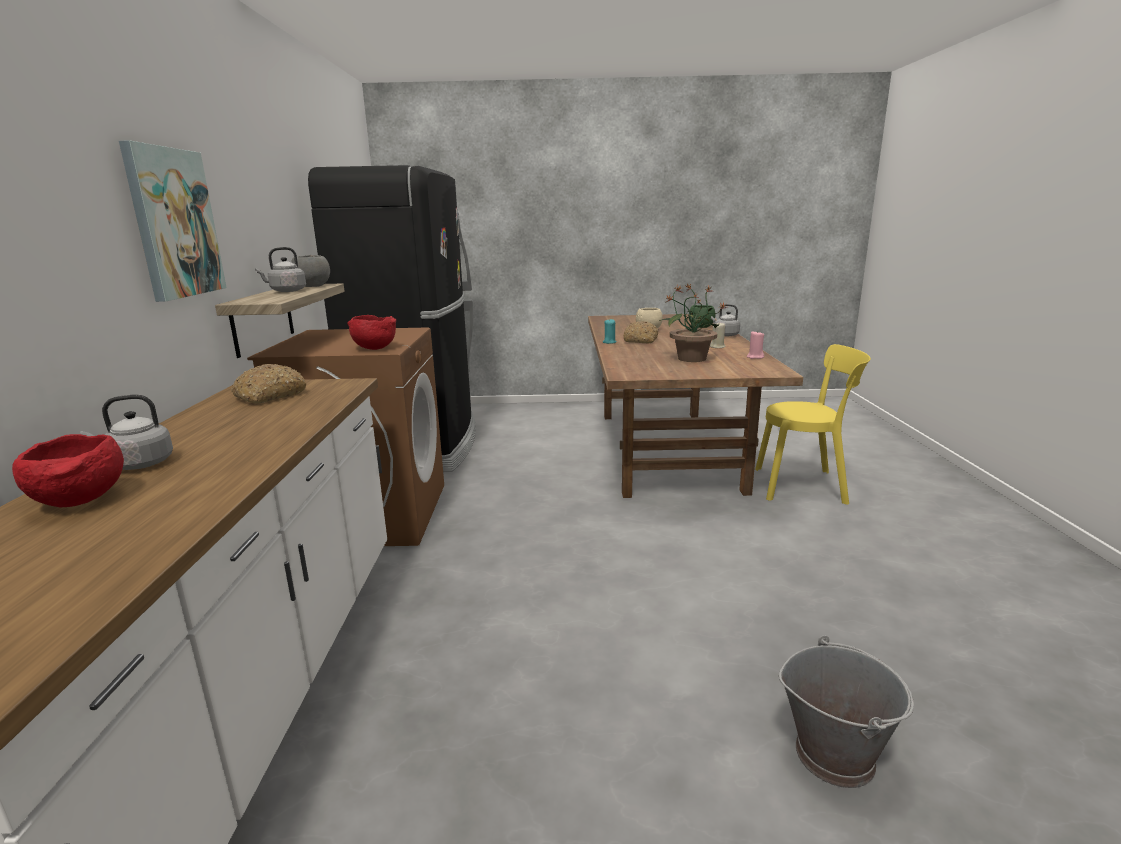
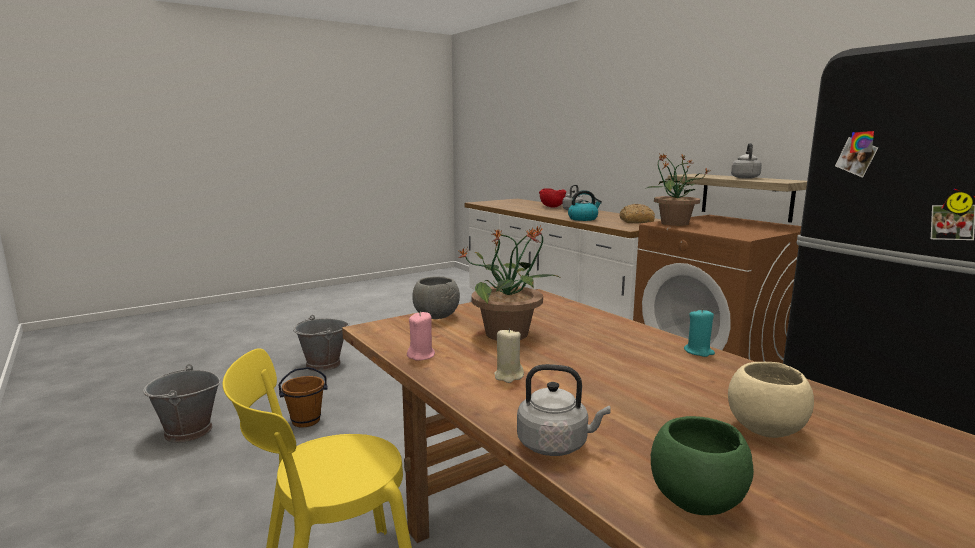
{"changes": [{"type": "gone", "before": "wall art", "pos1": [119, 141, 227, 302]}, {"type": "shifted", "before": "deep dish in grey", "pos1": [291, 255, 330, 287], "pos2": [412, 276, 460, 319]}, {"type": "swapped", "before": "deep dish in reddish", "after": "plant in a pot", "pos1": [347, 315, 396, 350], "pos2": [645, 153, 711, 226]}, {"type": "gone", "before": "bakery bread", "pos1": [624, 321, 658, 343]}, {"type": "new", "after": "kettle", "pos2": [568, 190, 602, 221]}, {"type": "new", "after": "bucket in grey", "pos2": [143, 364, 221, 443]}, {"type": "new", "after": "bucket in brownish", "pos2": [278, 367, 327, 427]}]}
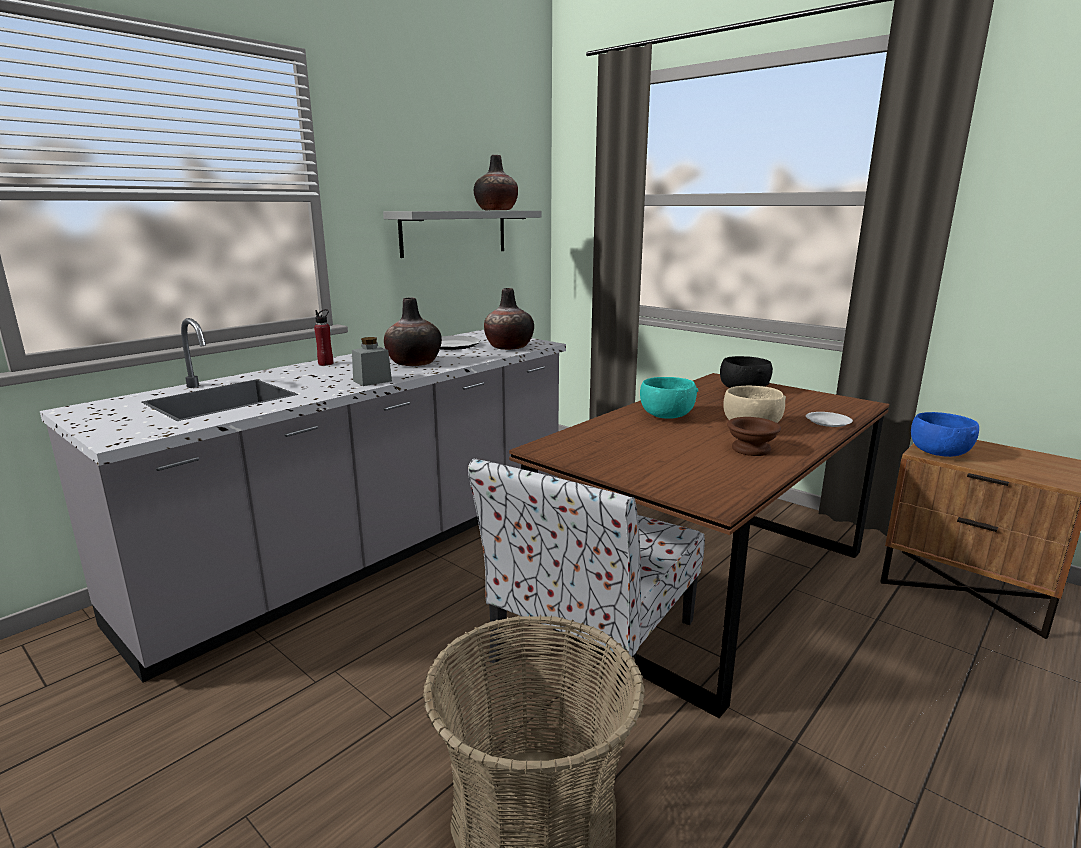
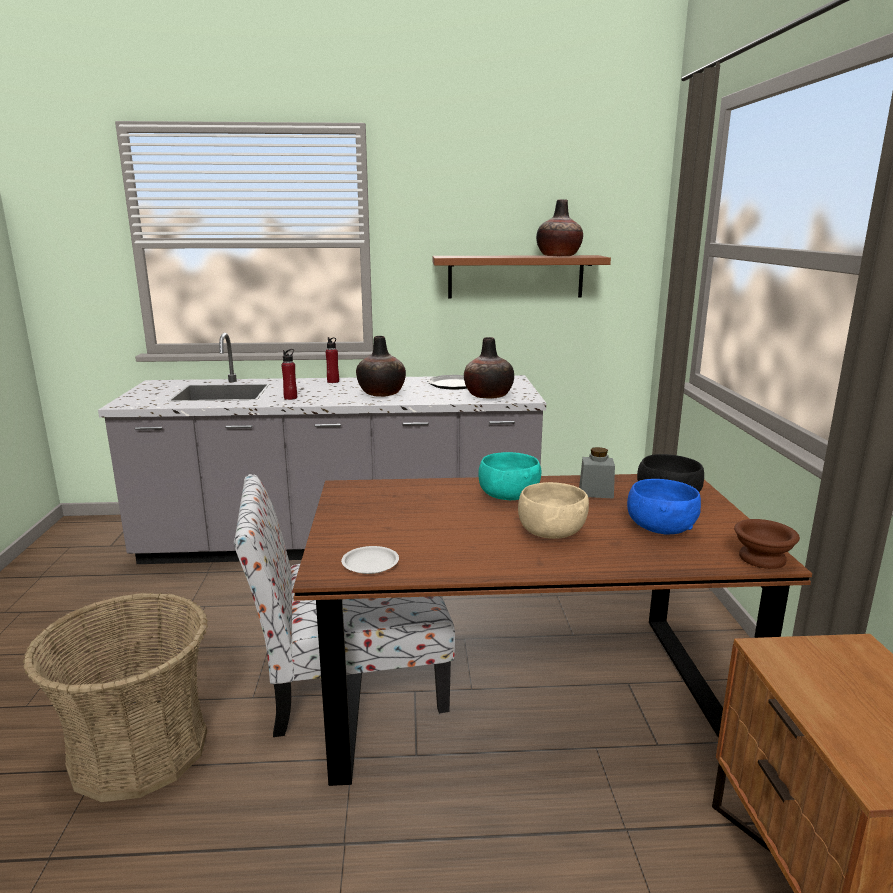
{"changes": [{"type": "repainted", "before": "shelf in grey", "after": "shelf in brownish", "pos1": [383, 211, 541, 258], "pos2": [433, 255, 611, 298]}, {"type": "shifted", "before": "jar in grey", "pos1": [352, 337, 392, 386], "pos2": [579, 447, 615, 499]}, {"type": "shifted", "before": "plate in white", "pos1": [806, 412, 853, 427], "pos2": [341, 546, 399, 574]}, {"type": "shifted", "before": "deep dish in blue-coloured", "pos1": [911, 412, 979, 457], "pos2": [627, 479, 701, 535]}, {"type": "shifted", "before": "deep dish in brownish", "pos1": [727, 417, 781, 456], "pos2": [734, 519, 800, 569]}, {"type": "new", "after": "drink bottle in reddish", "pos2": [281, 349, 297, 400]}]}
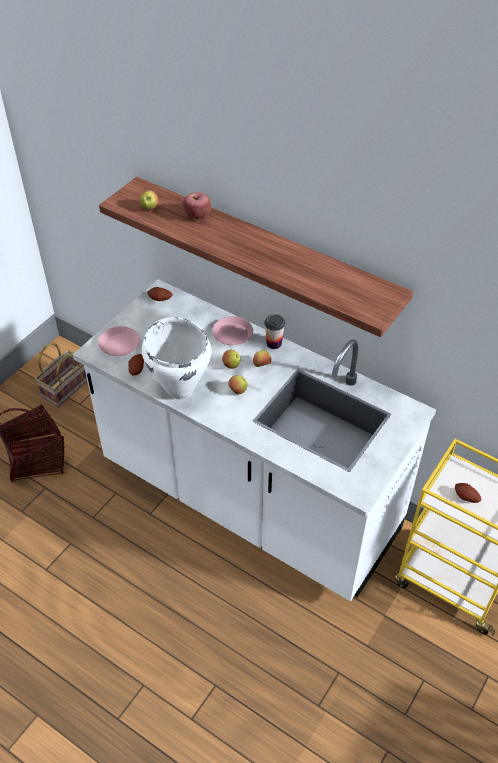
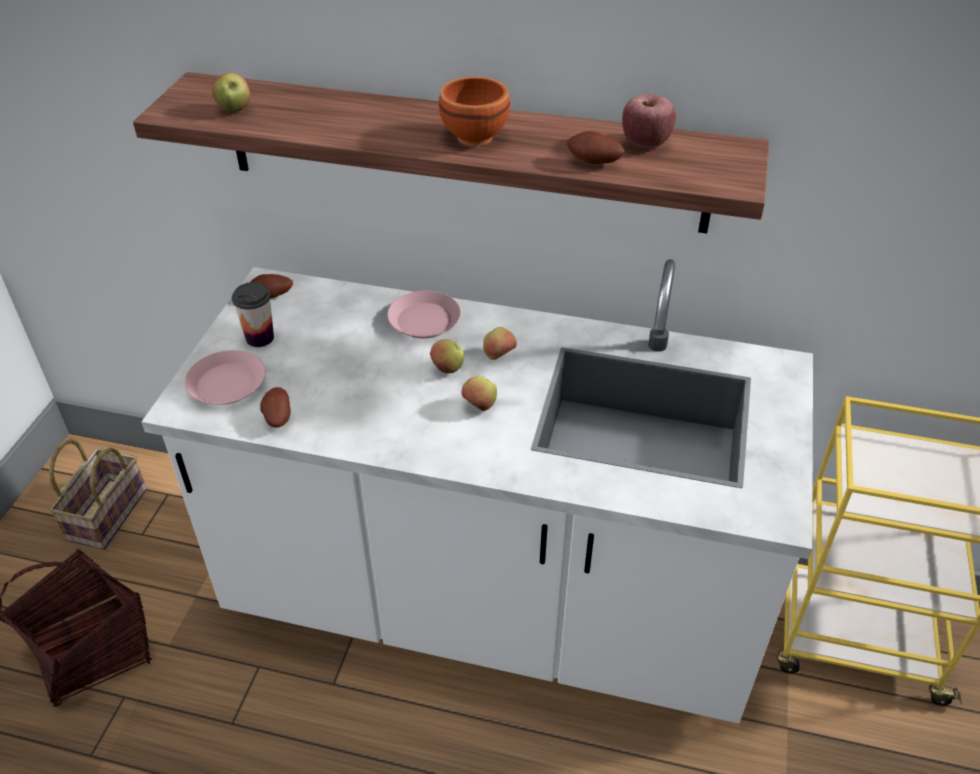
{"changes": [{"type": "shifted", "before": "apple", "pos1": [183, 192, 211, 219], "pos2": [622, 94, 676, 148]}, {"type": "shifted", "before": "drinking cup", "pos1": [264, 314, 285, 349], "pos2": [232, 282, 274, 347]}, {"type": "gone", "before": "stockpot in white", "pos1": [142, 317, 212, 400]}, {"type": "shifted", "before": "spud", "pos1": [455, 483, 482, 503], "pos2": [567, 131, 625, 164]}, {"type": "new", "after": "deep dish in brownish", "pos2": [439, 77, 511, 146]}]}
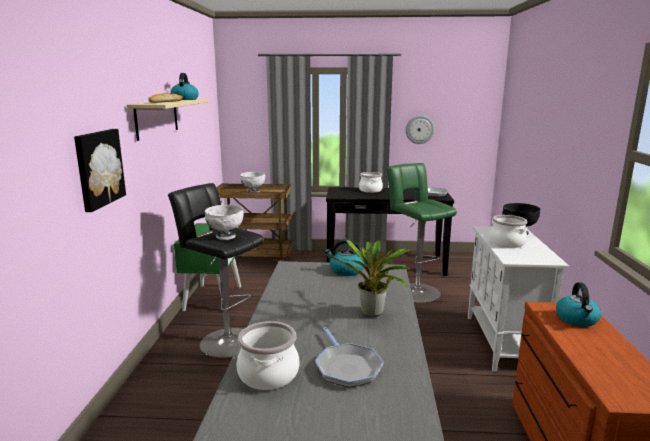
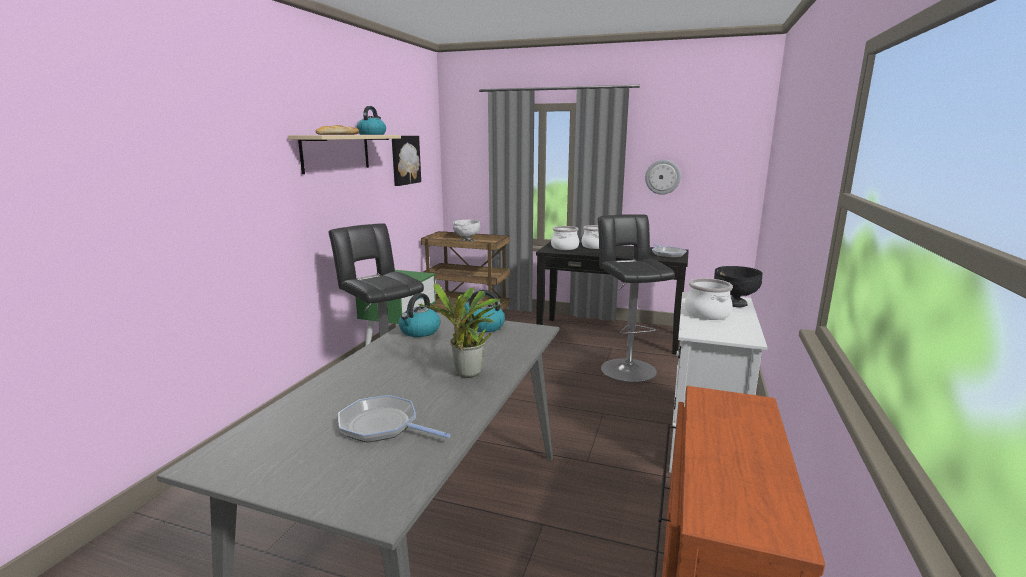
{"changes": [{"type": "shifted", "before": "wall art", "pos1": [74, 129, 126, 212], "pos2": [392, 136, 421, 186]}, {"type": "repainted", "before": "stool seat in green", "after": "stool seat in blackish", "pos1": [386, 163, 457, 303], "pos2": [598, 214, 675, 382]}, {"type": "gone", "before": "deep dish in white", "pos1": [205, 205, 244, 240]}, {"type": "shifted", "before": "kettle", "pos1": [556, 282, 601, 327], "pos2": [399, 293, 440, 337]}, {"type": "shifted", "before": "stockpot", "pos1": [236, 321, 300, 390], "pos2": [551, 226, 579, 250]}, {"type": "rotated", "before": "pan", "pos1": [315, 327, 384, 387], "pos2": [338, 395, 450, 443], "turn": 120}]}
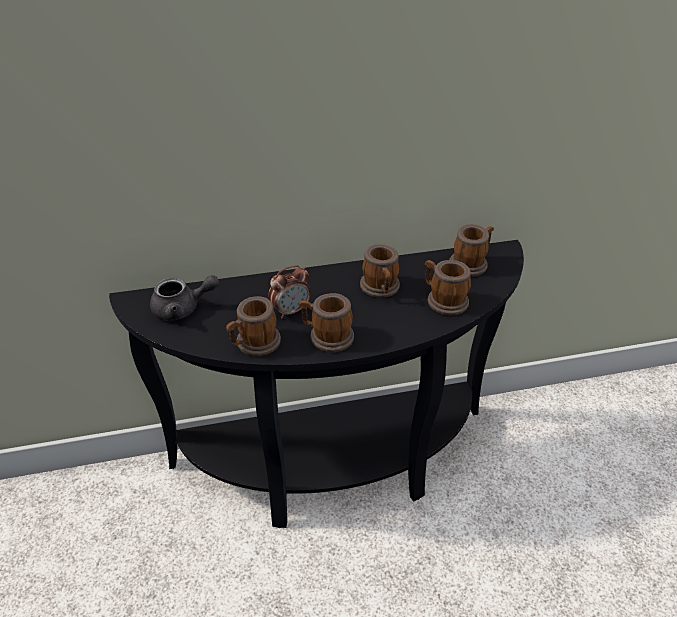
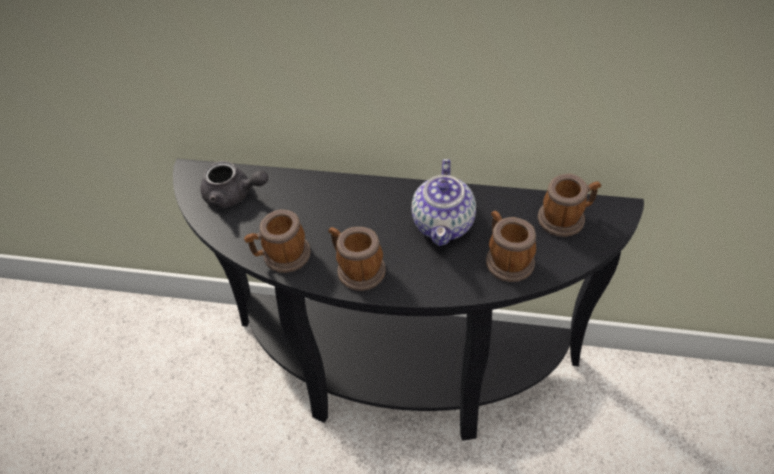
{"changes": [{"type": "swapped", "before": "mug", "after": "tea pot", "pos1": [360, 244, 400, 298], "pos2": [411, 159, 476, 246]}, {"type": "gone", "before": "table clock", "pos1": [268, 265, 311, 318]}]}
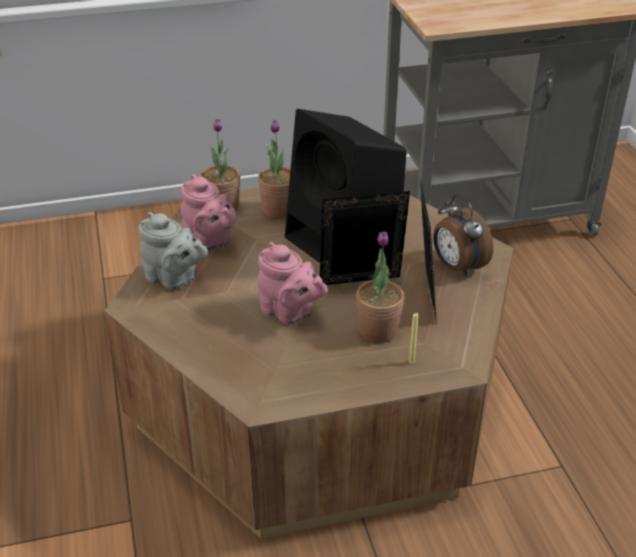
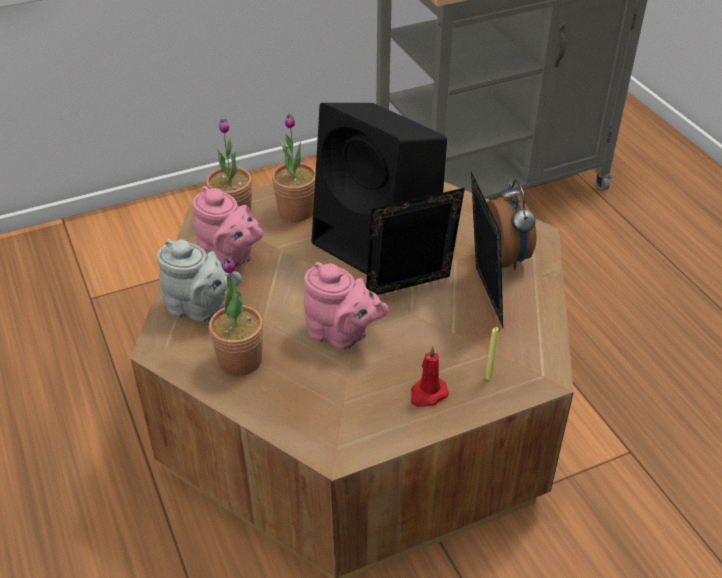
{"changes": [{"type": "rotated", "before": "table clock", "pos1": [433, 195, 493, 277], "pos2": [487, 180, 536, 270], "turn": -150}, {"type": "shifted", "before": "plant in a pot", "pos1": [356, 231, 404, 343], "pos2": [209, 257, 263, 376]}, {"type": "new", "after": "wax candle in reddish", "pos2": [411, 346, 449, 407]}]}
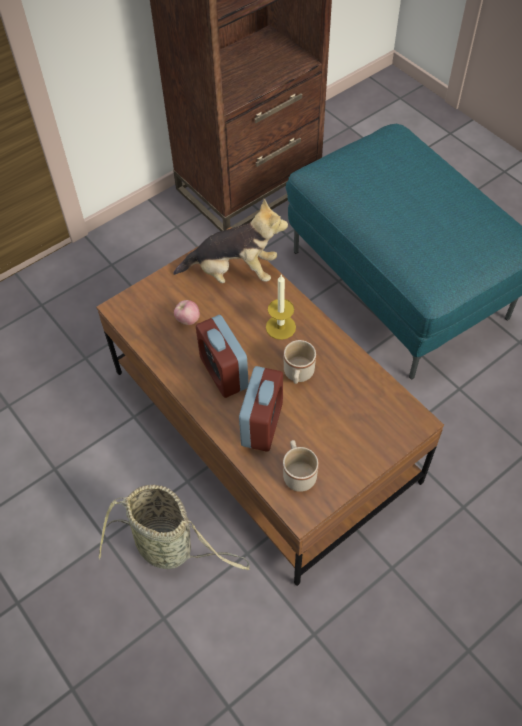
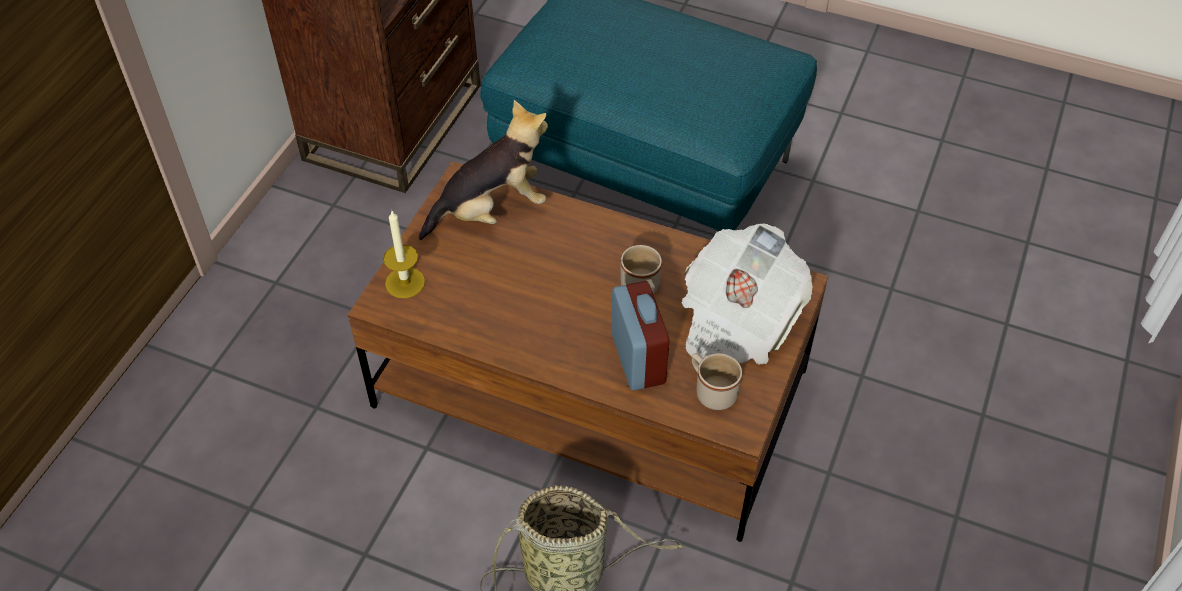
{"changes": [{"type": "shifted", "before": "wax candle", "pos1": [266, 274, 296, 340], "pos2": [383, 211, 425, 298]}, {"type": "gone", "before": "apple", "pos1": [174, 300, 200, 325]}, {"type": "gone", "before": "table clock", "pos1": [196, 315, 249, 398]}, {"type": "new", "after": "daily paper", "pos2": [681, 223, 813, 365]}]}
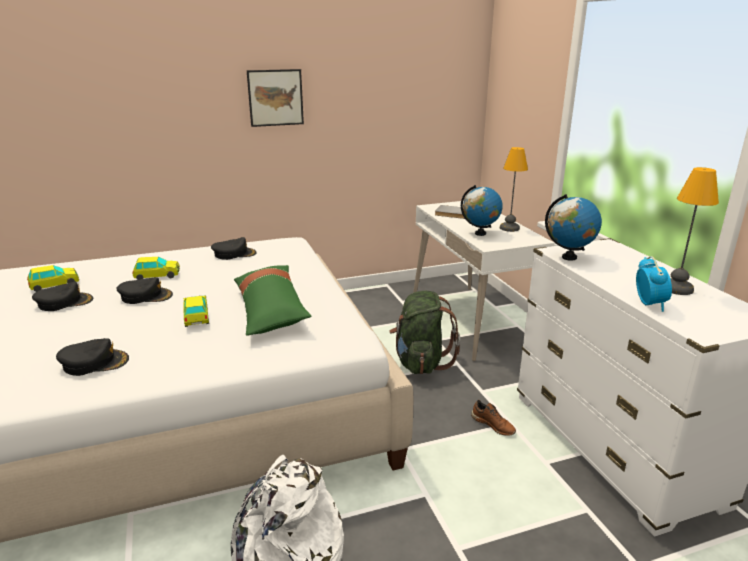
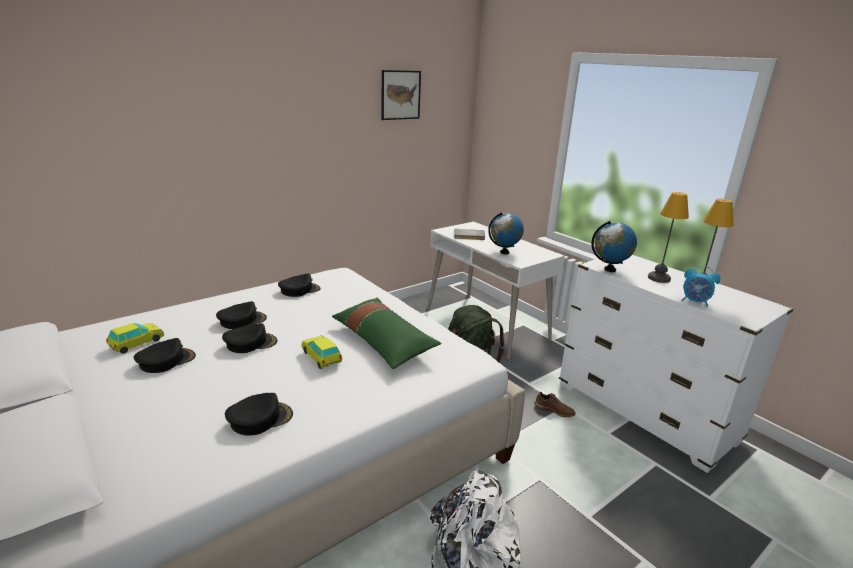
{"changes": [{"type": "shifted", "before": "wall art", "pos1": [247, 69, 304, 127], "pos2": [381, 70, 421, 120]}, {"type": "shifted", "before": "lamp for a table", "pos1": [500, 147, 528, 232], "pos2": [648, 192, 689, 283]}, {"type": "rotated", "before": "table clock", "pos1": [636, 256, 672, 312], "pos2": [681, 265, 720, 307], "turn": 135}, {"type": "swapped", "before": "model car", "after": "peaked cap in blackish", "pos1": [132, 257, 180, 280], "pos2": [216, 301, 267, 329]}]}
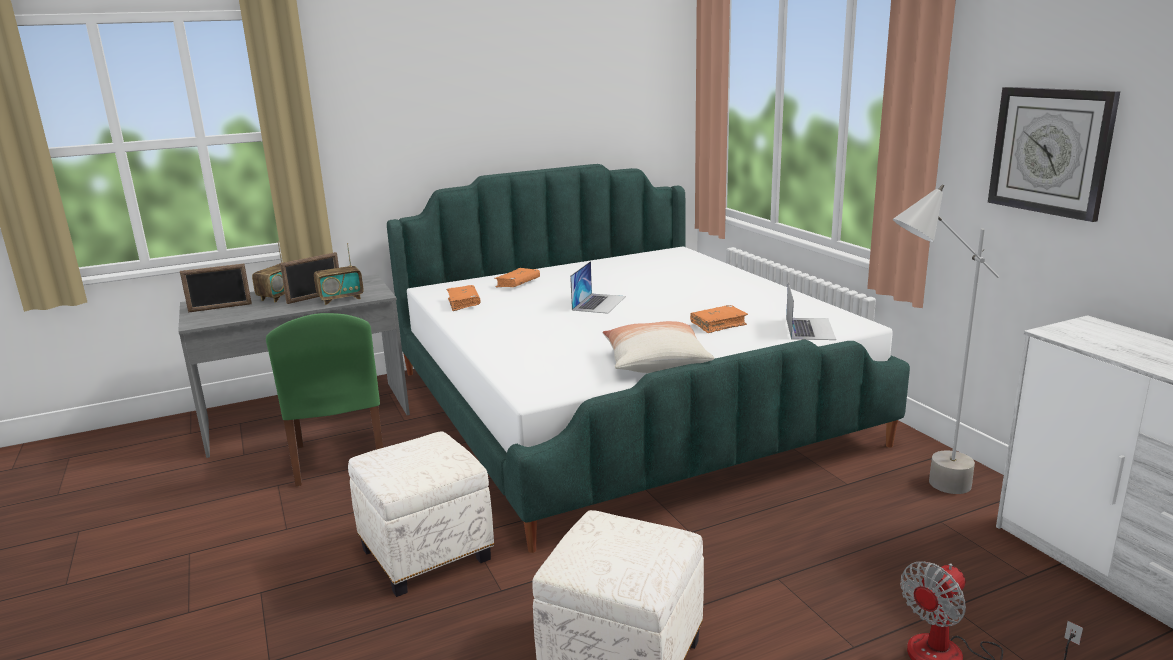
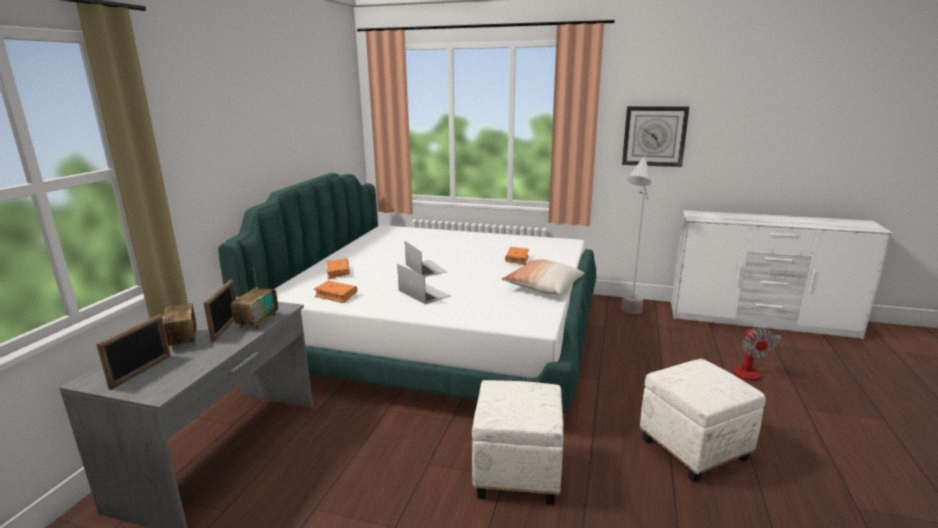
{"changes": [{"type": "shifted", "before": "laptop", "pos1": [786, 282, 836, 340], "pos2": [397, 264, 451, 304]}, {"type": "gone", "before": "plain chair in green", "pos1": [266, 313, 383, 486]}]}
